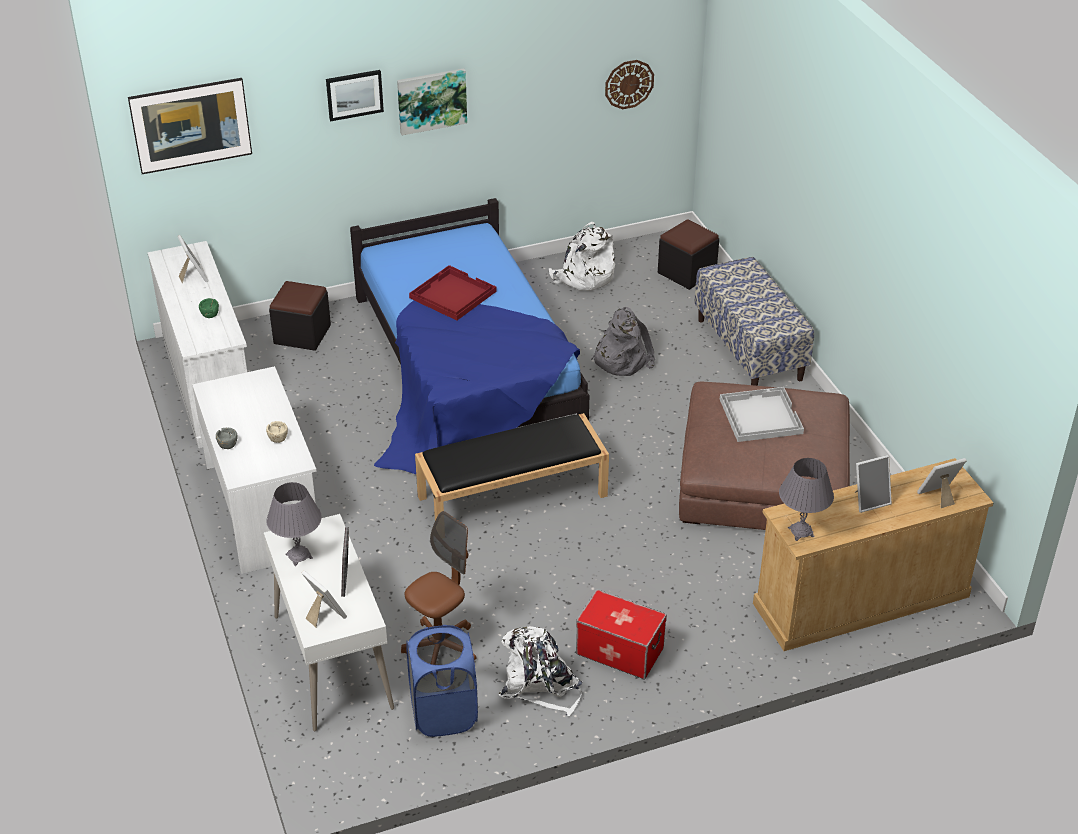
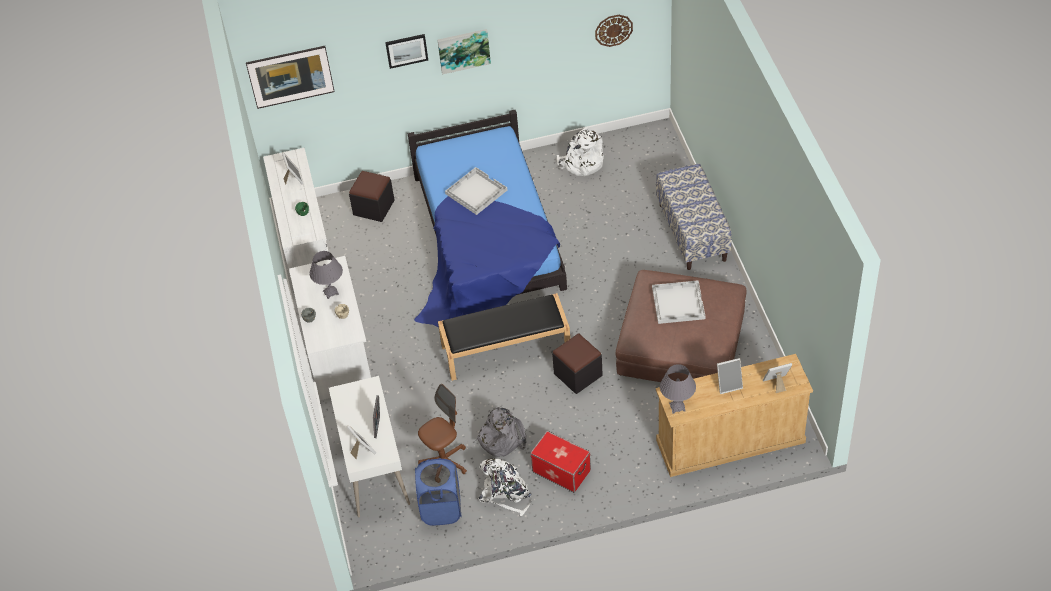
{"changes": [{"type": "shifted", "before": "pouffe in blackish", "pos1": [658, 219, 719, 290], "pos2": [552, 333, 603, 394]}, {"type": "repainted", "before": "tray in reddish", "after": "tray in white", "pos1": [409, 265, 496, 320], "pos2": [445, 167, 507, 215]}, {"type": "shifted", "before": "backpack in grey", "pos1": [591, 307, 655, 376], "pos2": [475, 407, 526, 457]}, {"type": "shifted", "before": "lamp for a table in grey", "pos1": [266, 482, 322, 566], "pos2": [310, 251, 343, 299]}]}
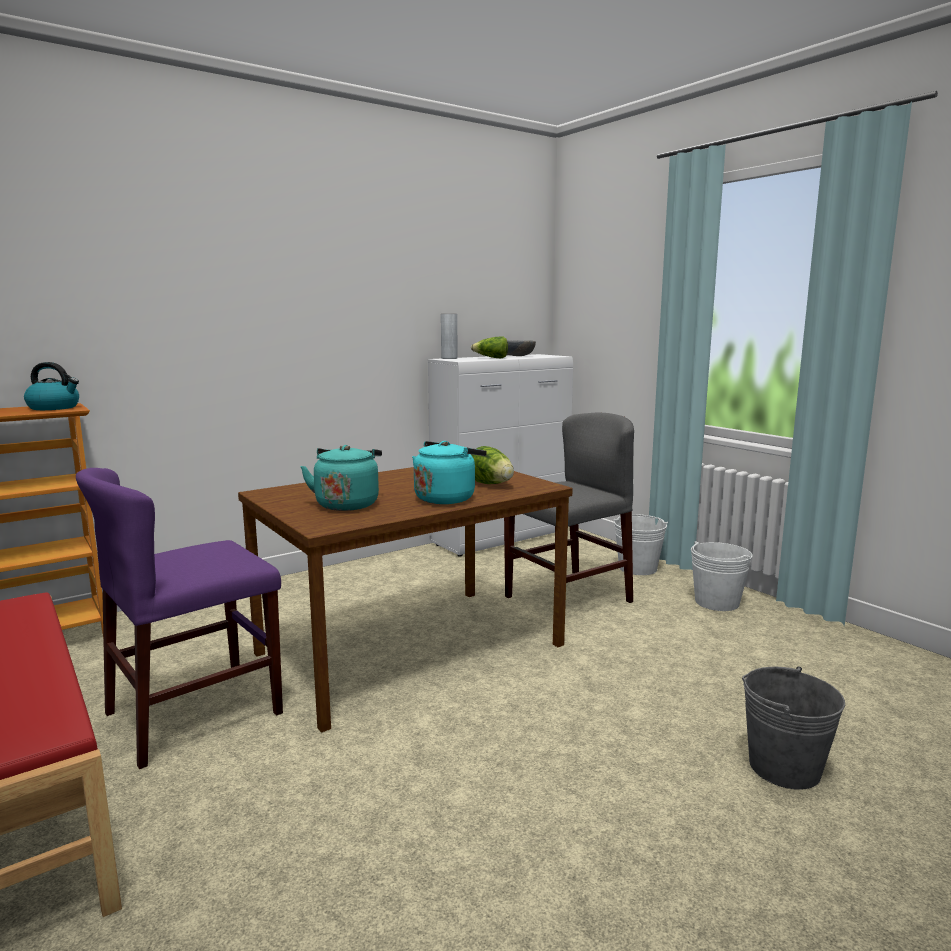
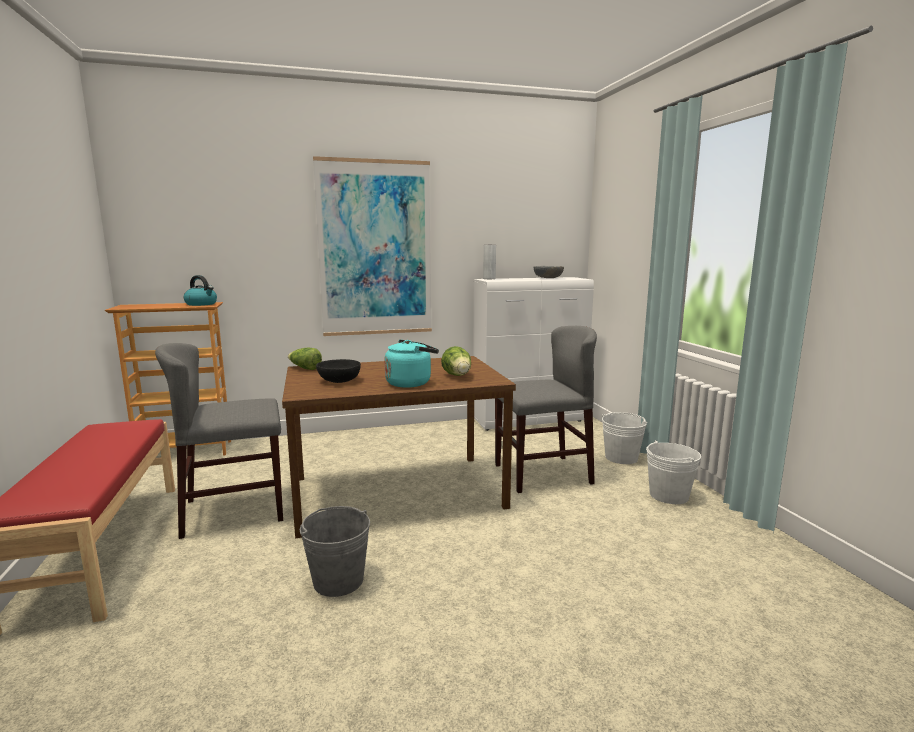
{"changes": [{"type": "shifted", "before": "lettuce", "pos1": [471, 337, 508, 358], "pos2": [288, 348, 322, 370]}, {"type": "swapped", "before": "kettle in blue-green", "after": "deep dish in blackish", "pos1": [300, 445, 382, 511], "pos2": [316, 359, 361, 383]}, {"type": "repainted", "before": "plain chair in purple-coloured", "after": "plain chair in grey", "pos1": [76, 468, 283, 769], "pos2": [155, 343, 283, 539]}, {"type": "shifted", "before": "bucket in grey", "pos1": [742, 666, 845, 790], "pos2": [300, 506, 370, 597]}, {"type": "new", "after": "wall art", "pos2": [313, 156, 432, 336]}]}
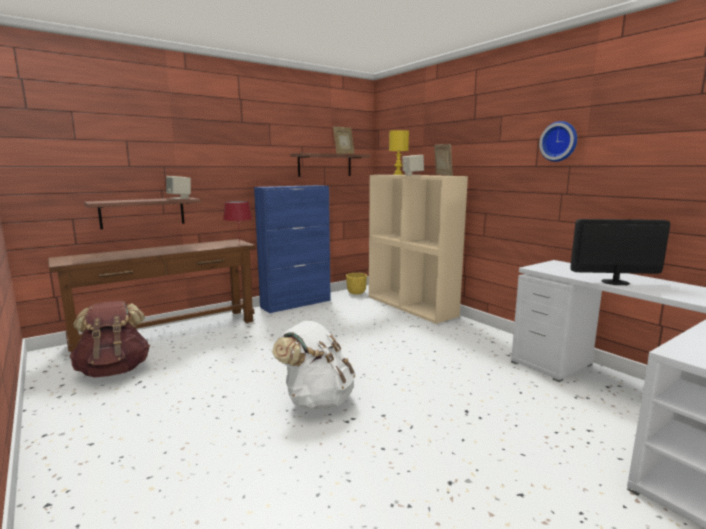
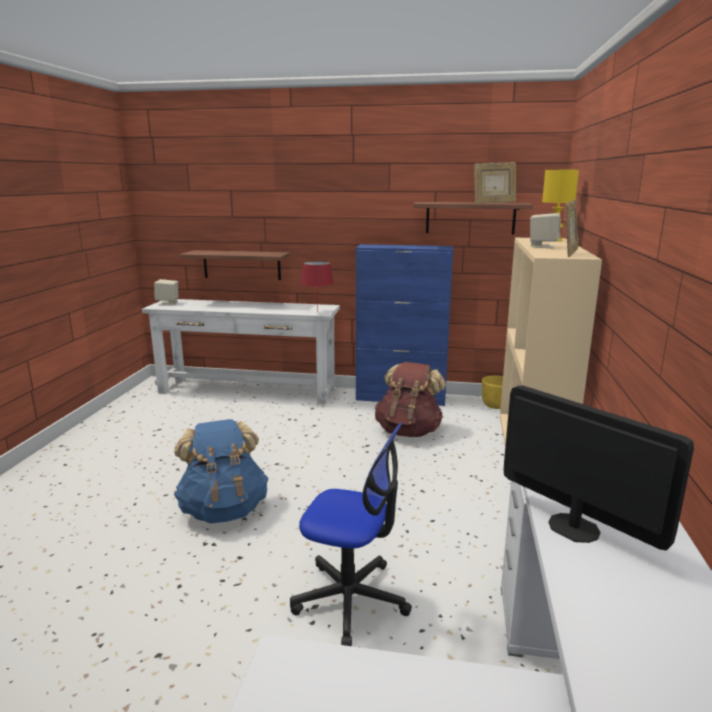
{"changes": [{"type": "gone", "before": "hanging clock", "pos1": [539, 121, 577, 162]}, {"type": "shifted", "before": "audio speaker in sand-coloured", "pos1": [166, 176, 191, 199], "pos2": [154, 279, 178, 305]}, {"type": "repainted", "before": "console table in brownish", "after": "console table in white", "pos1": [48, 239, 255, 353], "pos2": [142, 299, 340, 405]}, {"type": "shifted", "before": "backpack in brownish", "pos1": [69, 301, 150, 378], "pos2": [375, 362, 446, 437]}, {"type": "repainted", "before": "backpack in white", "after": "backpack in blue-coloured", "pos1": [272, 321, 356, 409], "pos2": [174, 419, 268, 524]}, {"type": "new", "after": "desk chair", "pos2": [290, 422, 412, 646]}]}
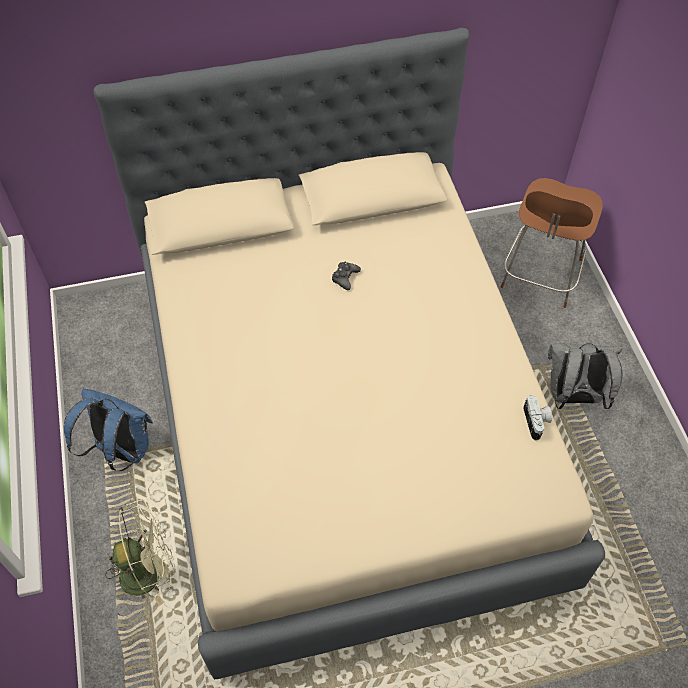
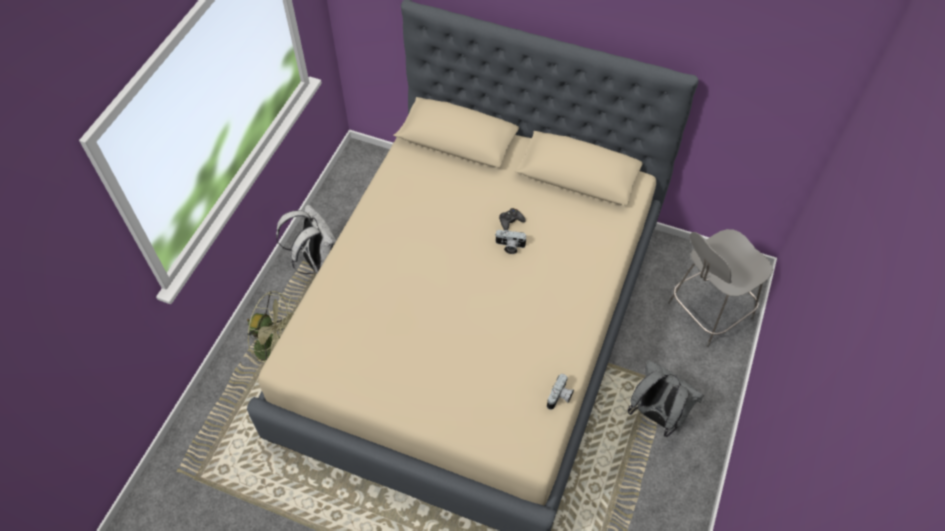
{"changes": [{"type": "repainted", "before": "plain chair in brownish", "after": "plain chair in grey", "pos1": [501, 178, 603, 308], "pos2": [668, 229, 773, 347]}, {"type": "repainted", "before": "backpack in blue-coloured", "after": "backpack in white", "pos1": [64, 389, 153, 471], "pos2": [276, 204, 336, 274]}, {"type": "new", "after": "photo camera", "pos2": [495, 230, 527, 254]}]}
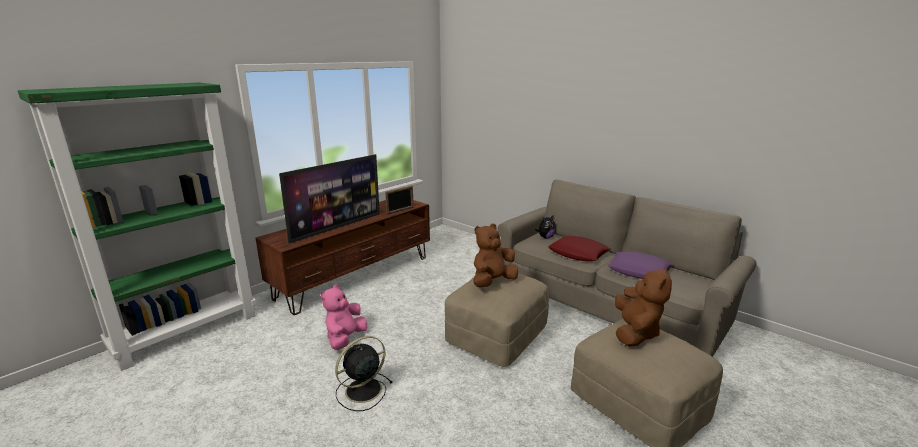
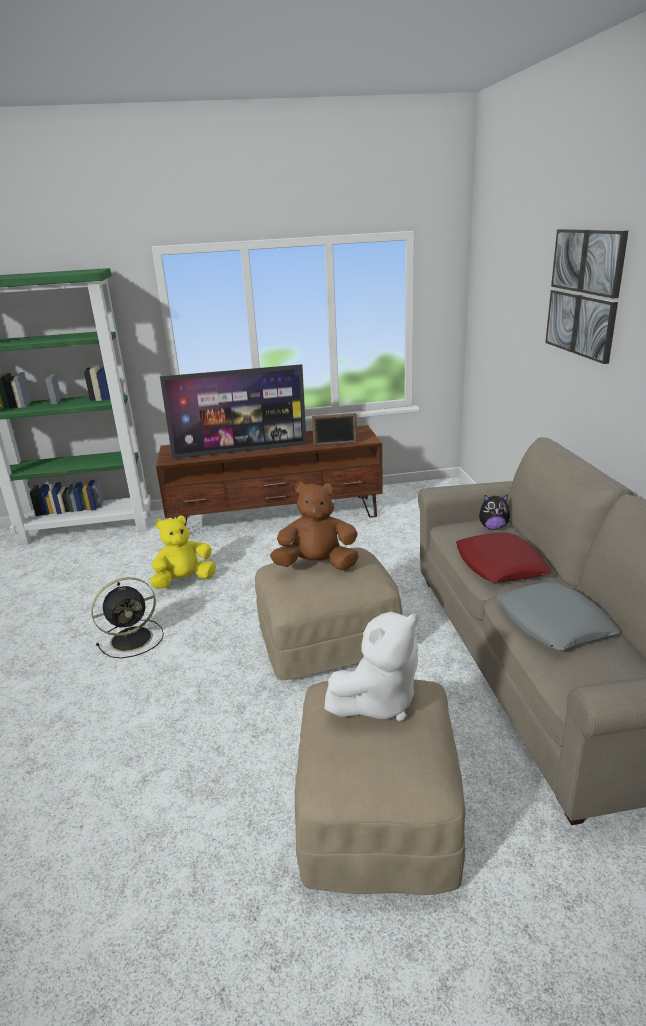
{"changes": [{"type": "repainted", "before": "throw pillow in purple-coloured", "after": "throw pillow in grey", "pos1": [607, 251, 673, 279], "pos2": [496, 581, 620, 650]}, {"type": "repainted", "before": "soft toy in brownish", "after": "soft toy in white", "pos1": [615, 267, 672, 347], "pos2": [324, 612, 419, 721]}, {"type": "repainted", "before": "soft toy in pink-coloured", "after": "soft toy in yellow", "pos1": [321, 284, 367, 350], "pos2": [150, 516, 216, 589]}, {"type": "rotated", "before": "cooling fan in blackish", "pos1": [335, 336, 393, 411], "pos2": [91, 577, 164, 658], "turn": 150}, {"type": "new", "after": "wall art", "pos2": [545, 229, 628, 364]}]}
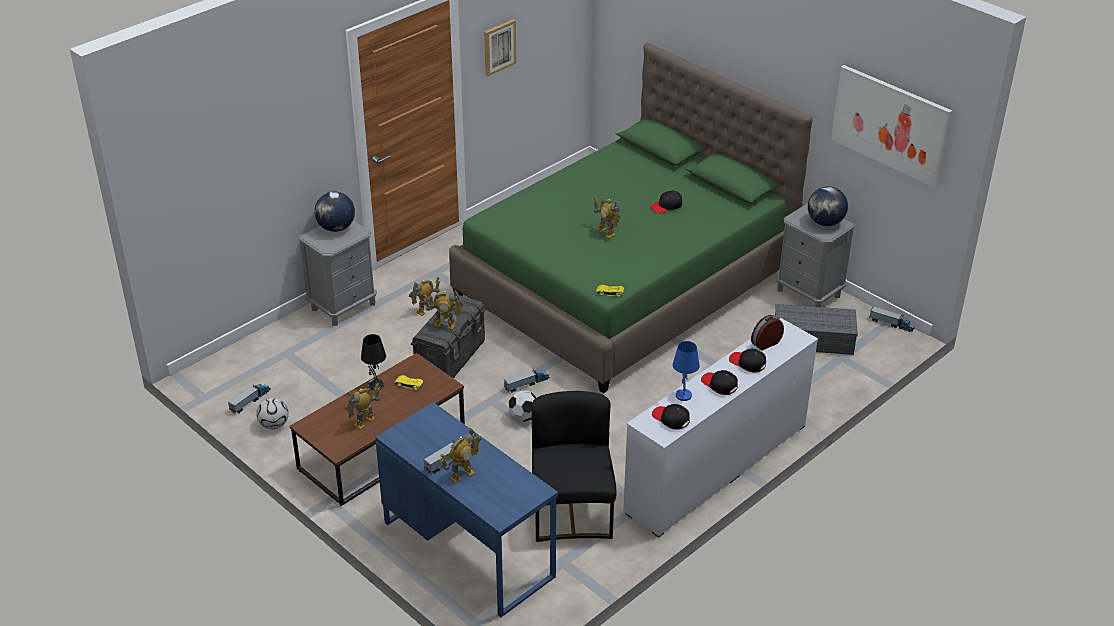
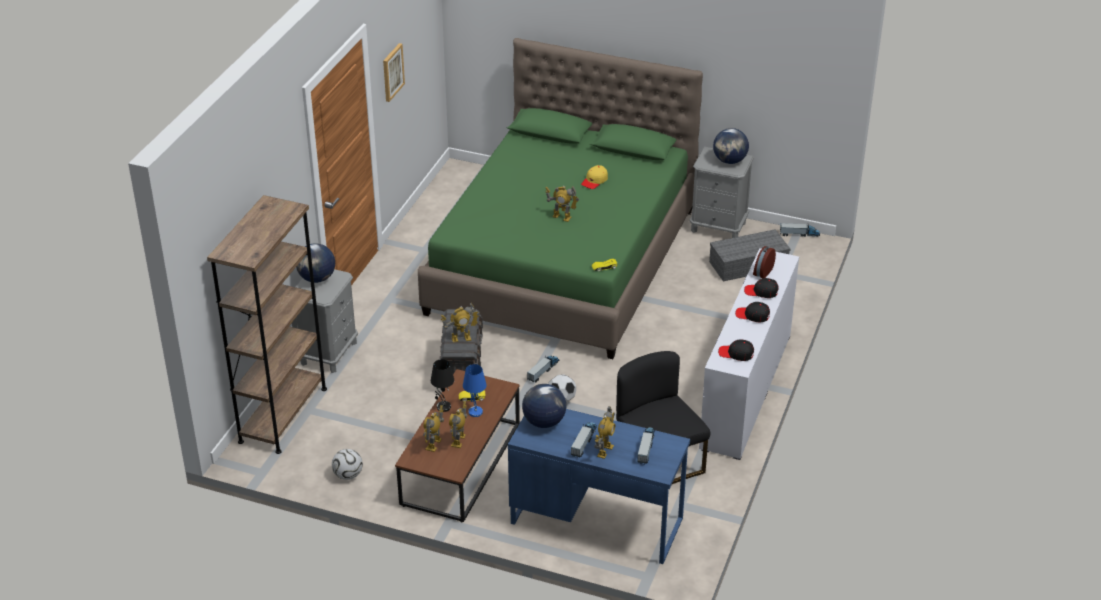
{"changes": [{"type": "gone", "before": "wall art", "pos1": [831, 65, 952, 187]}, {"type": "repainted", "before": "peaked cap in blackish", "after": "peaked cap in yellow", "pos1": [650, 191, 682, 214], "pos2": [581, 165, 608, 189]}, {"type": "shifted", "before": "toy robot", "pos1": [409, 277, 441, 316], "pos2": [423, 405, 444, 452]}, {"type": "shifted", "before": "lamp for a table in blue-coloured", "pos1": [673, 341, 700, 401], "pos2": [463, 364, 487, 417]}, {"type": "shifted", "before": "model truck", "pos1": [228, 384, 271, 413], "pos2": [637, 428, 655, 464]}, {"type": "new", "after": "bookcase in brownish", "pos2": [207, 195, 327, 454]}, {"type": "new", "after": "globe", "pos2": [522, 384, 566, 428]}]}
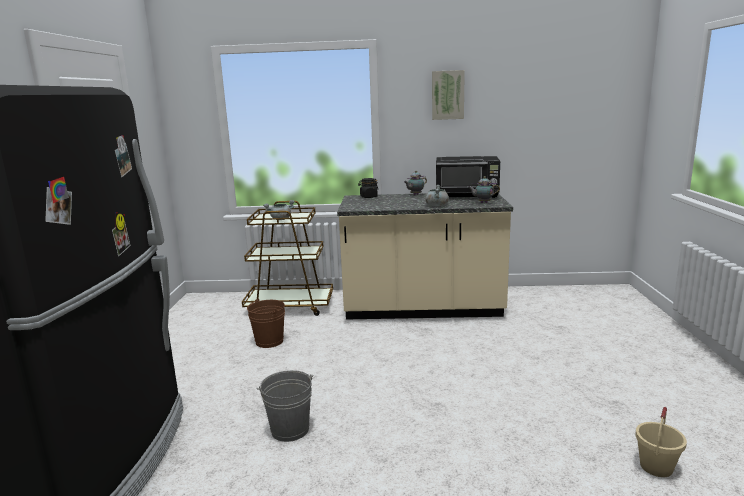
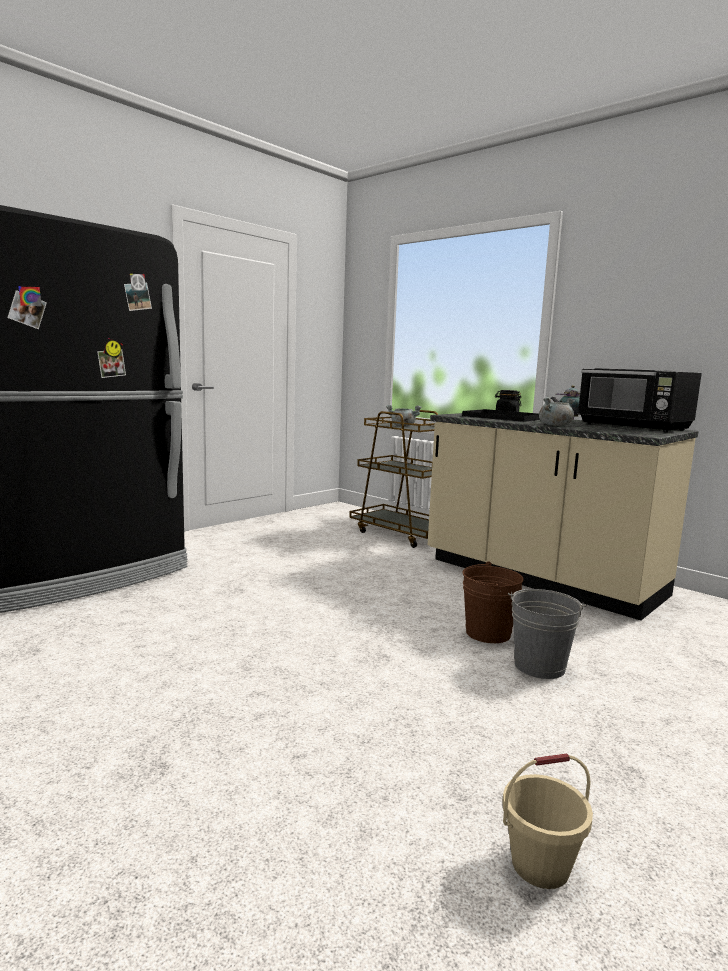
{"changes": [{"type": "gone", "before": "wall art", "pos1": [432, 70, 465, 120]}, {"type": "gone", "before": "tea pot", "pos1": [468, 176, 500, 203]}, {"type": "shifted", "before": "bucket in brownish", "pos1": [247, 299, 285, 348], "pos2": [462, 561, 524, 643]}, {"type": "shifted", "before": "bucket in grey", "pos1": [256, 370, 313, 442], "pos2": [508, 589, 587, 679]}, {"type": "new", "after": "tray in blackish", "pos2": [462, 409, 540, 422]}]}
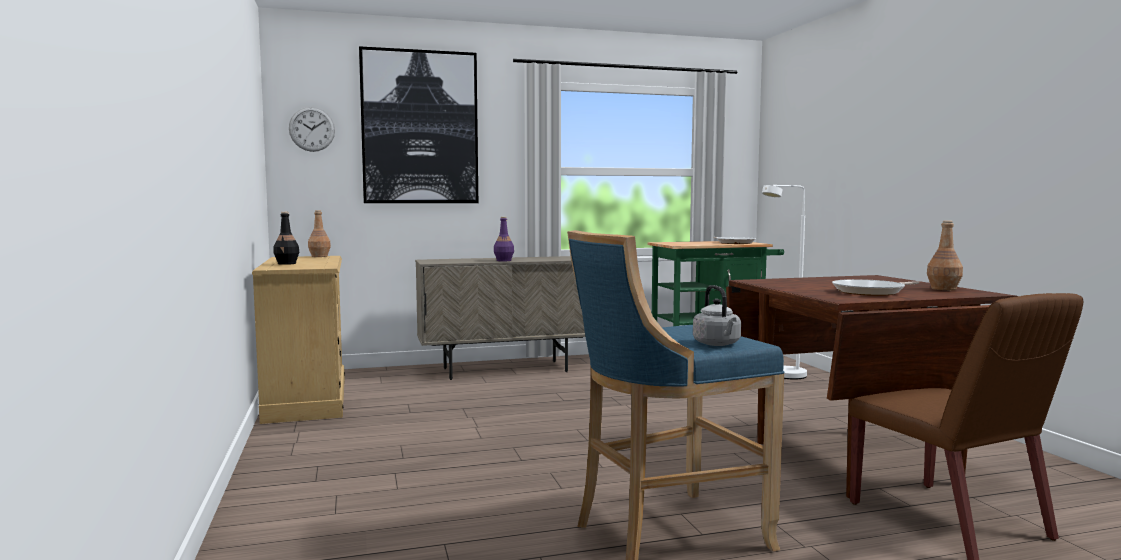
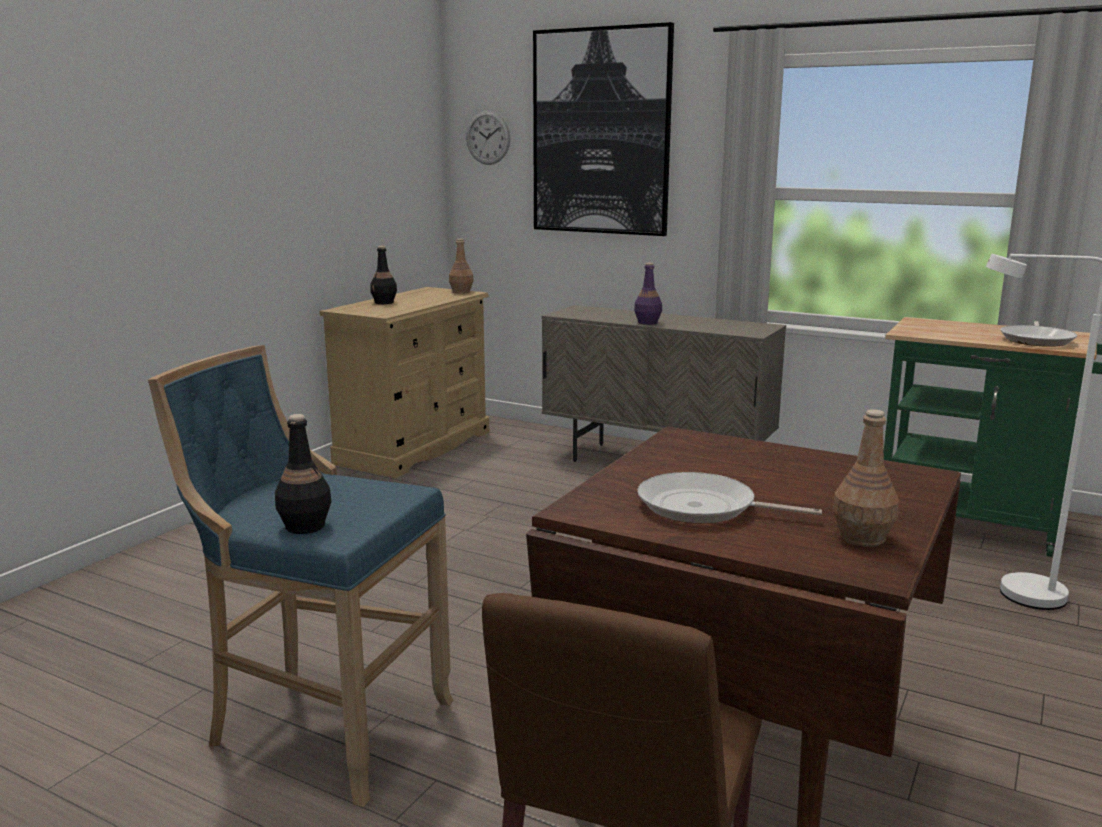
{"changes": [{"type": "swapped", "before": "kettle in grey", "after": "drink bottle in blackish", "pos1": [693, 285, 741, 346], "pos2": [275, 414, 331, 534]}]}
